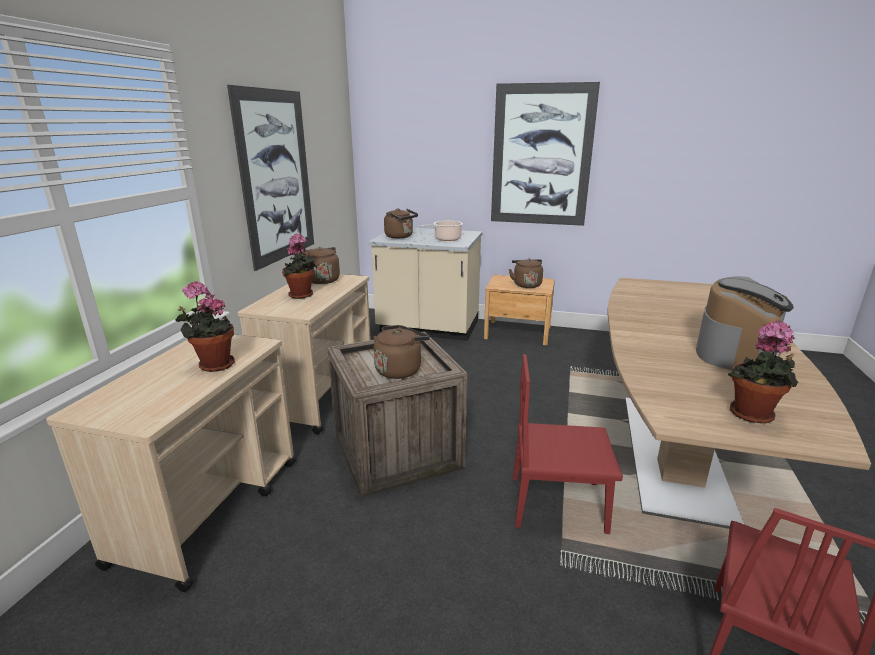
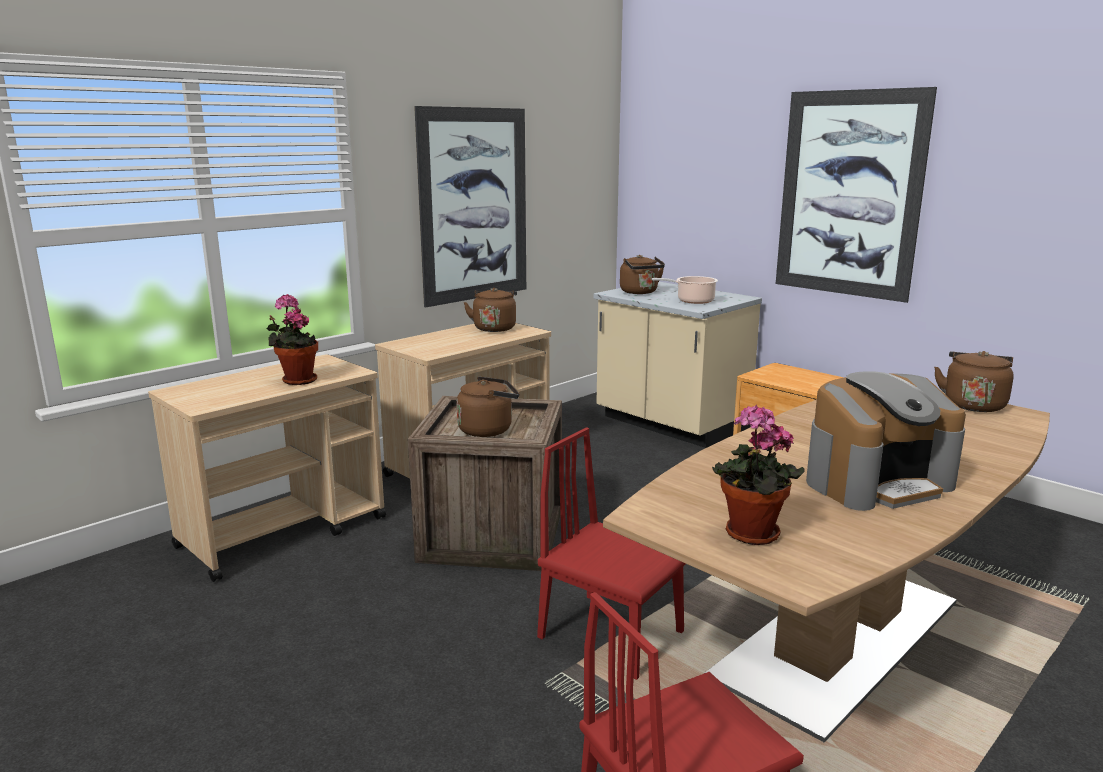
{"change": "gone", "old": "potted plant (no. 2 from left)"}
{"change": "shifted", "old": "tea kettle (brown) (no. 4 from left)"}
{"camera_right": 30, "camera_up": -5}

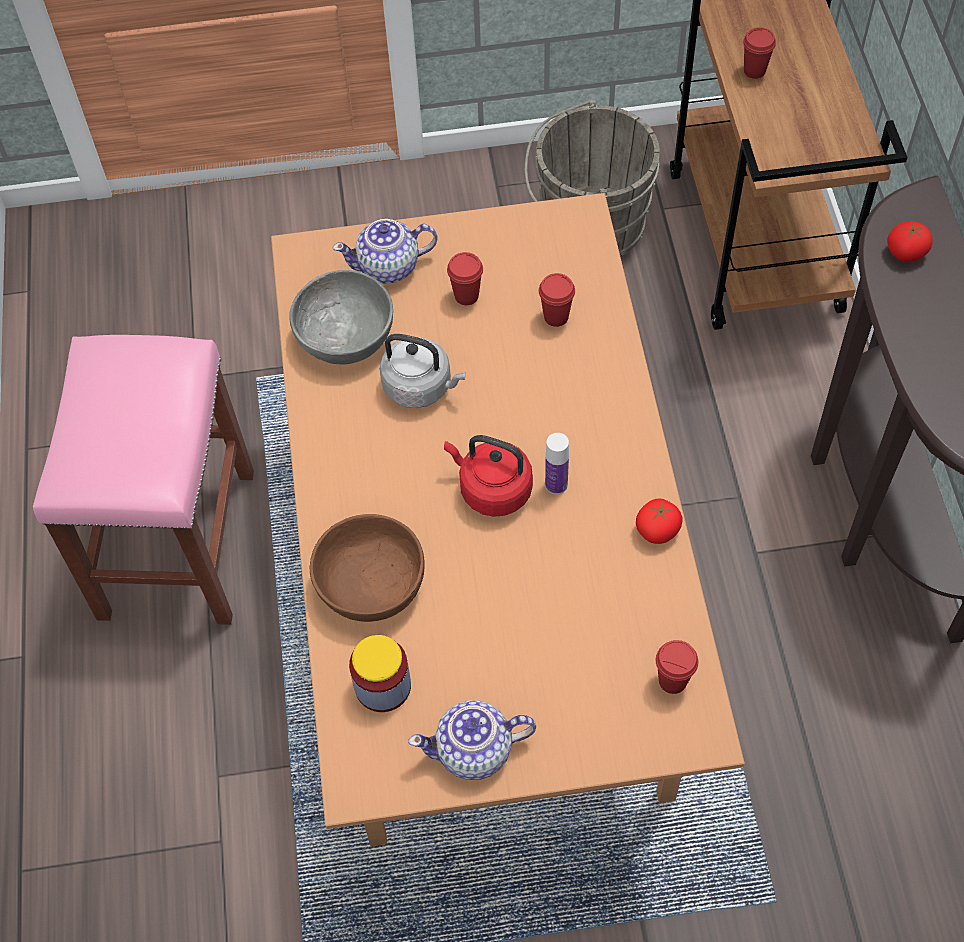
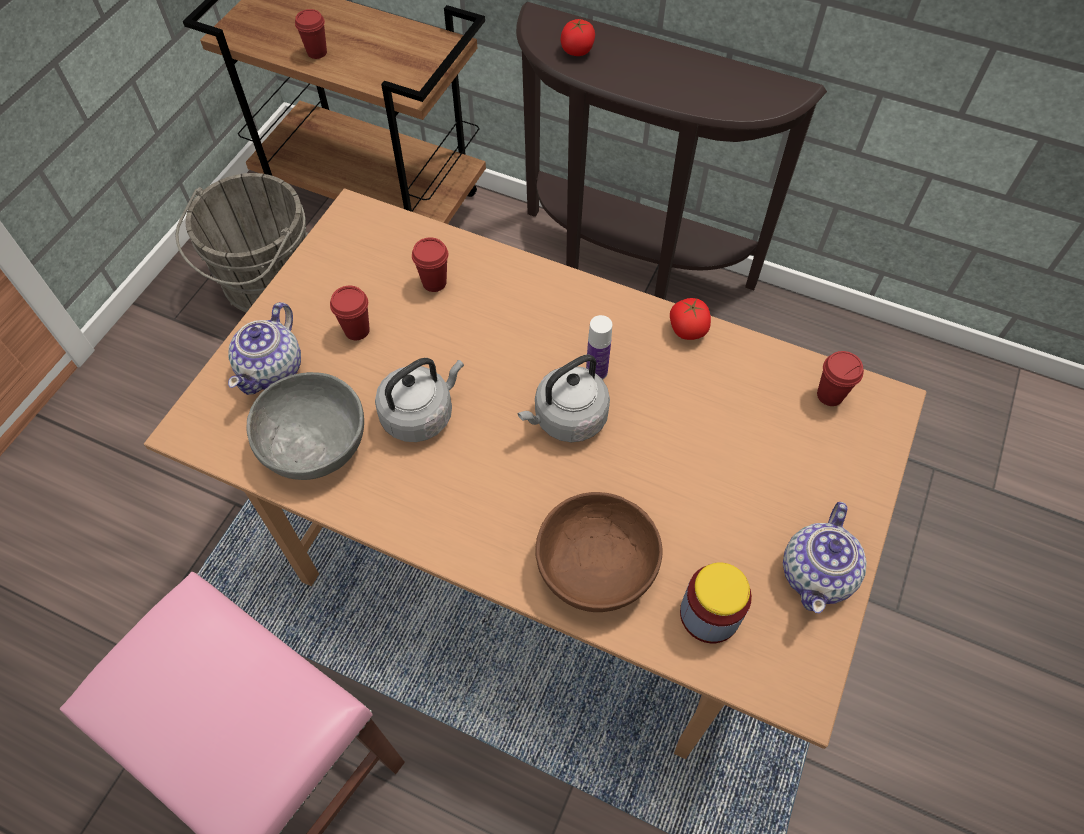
{"change": "repainted", "old": "tea kettle (red-coloured)", "new": "tea kettle (grey) (no. 2 from left)"}
{"camera_right": -60, "camera_up": 0}

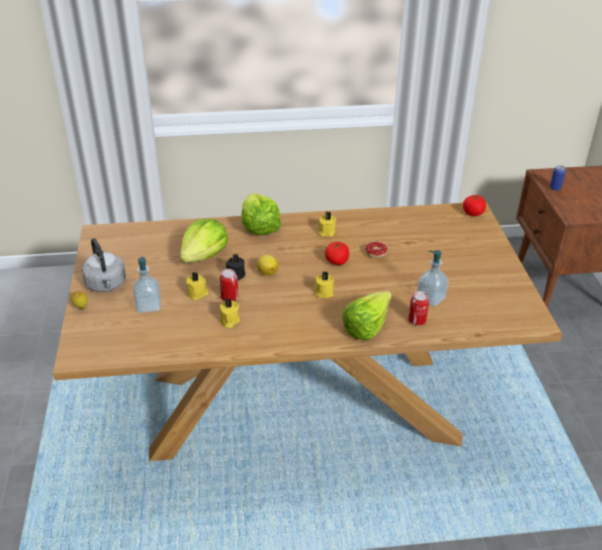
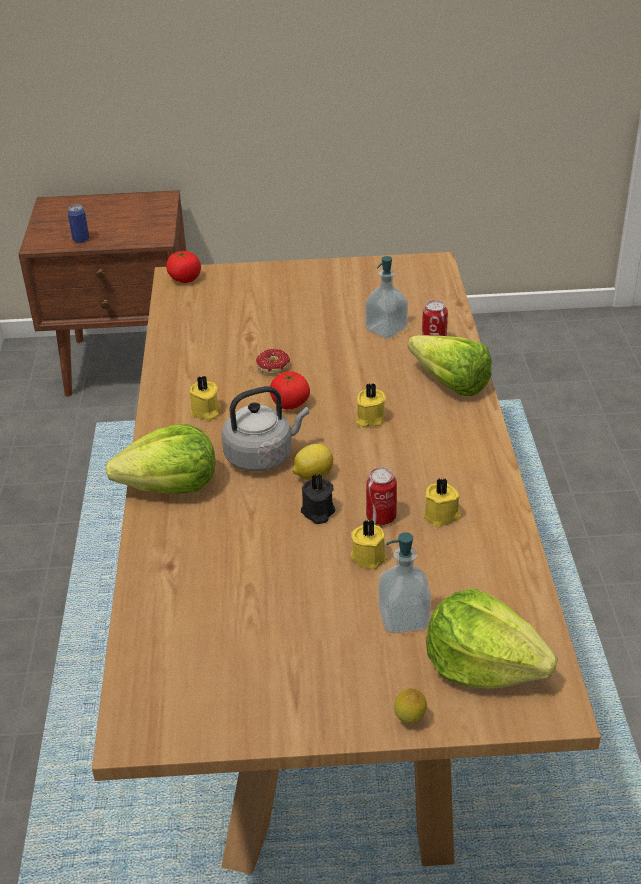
{"change": "shifted", "old": "tea kettle (grey)"}
{"change": "shifted", "old": "lettuce (no. 1 from left in the first image)", "new": "lettuce (no. 3 from left)"}
{"camera_right": -85, "camera_up": 0}

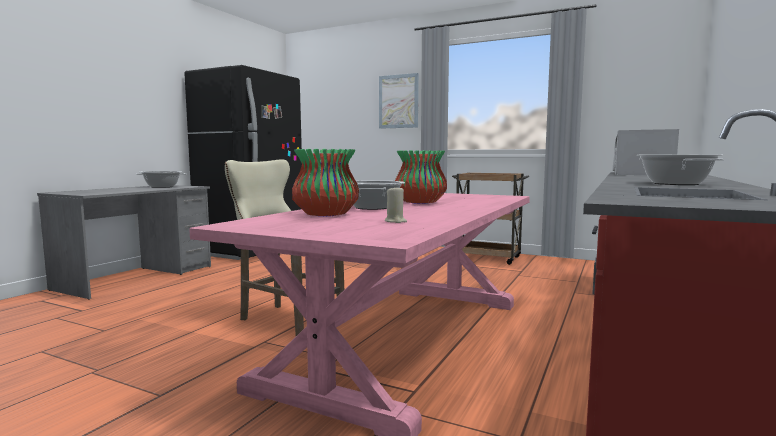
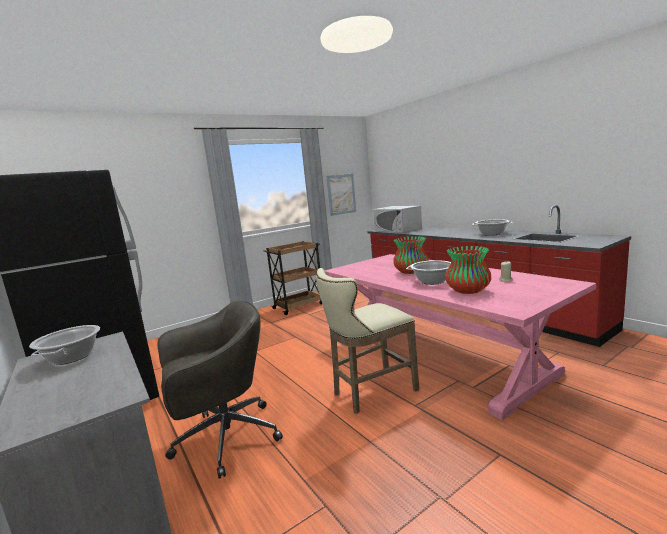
{"change": "new", "new": "office chair (grey)"}
{"change": "shifted", "old": "wall picture"}
{"camera_right": -60, "camera_up": 5}

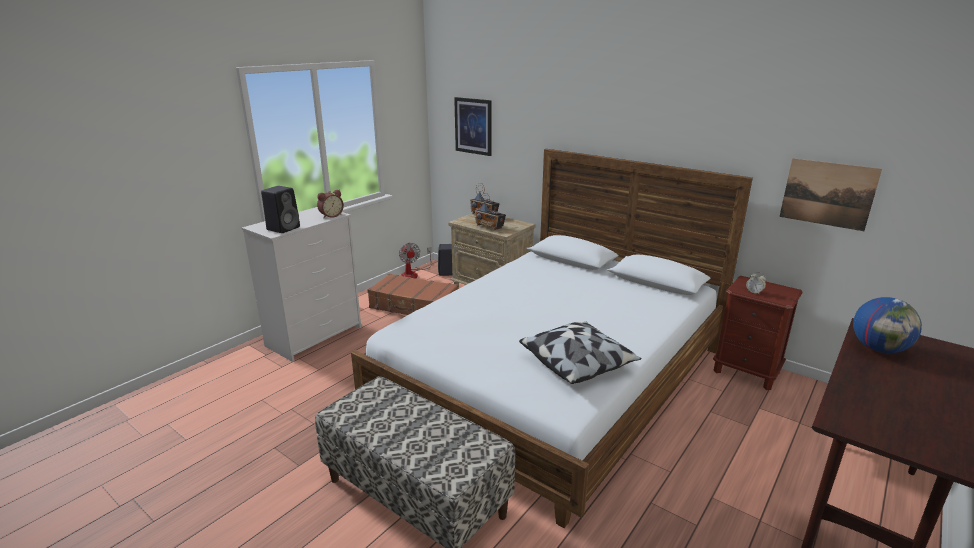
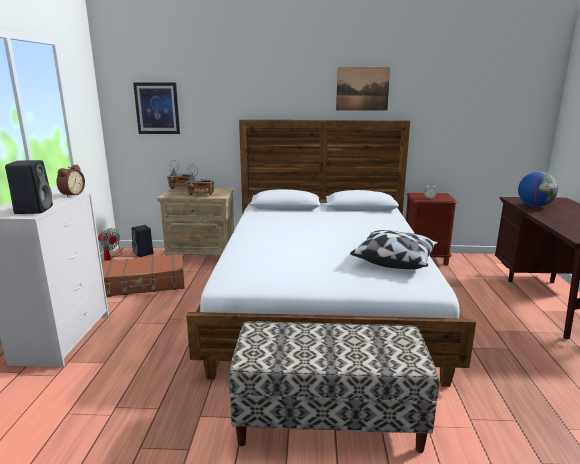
{"change": "shifted", "old": "wall picture (no. 2 from left)"}
{"camera_right": -35, "camera_up": -5}

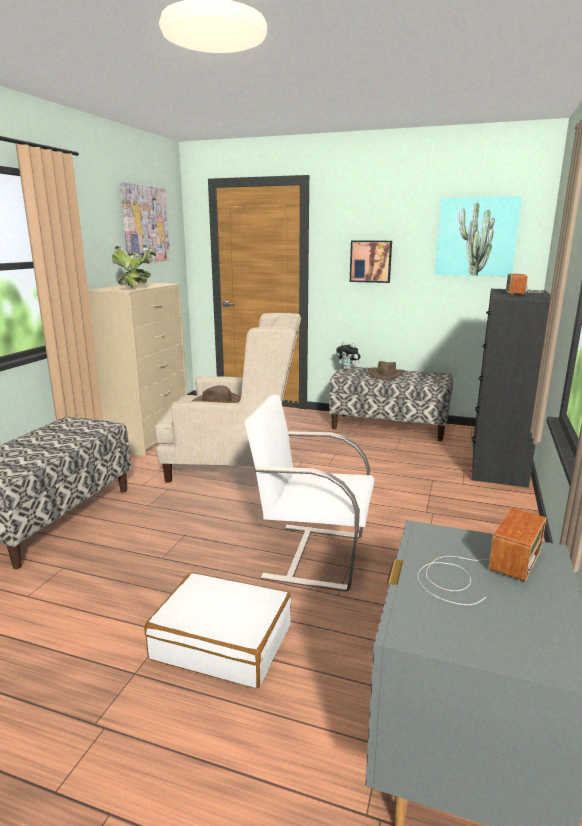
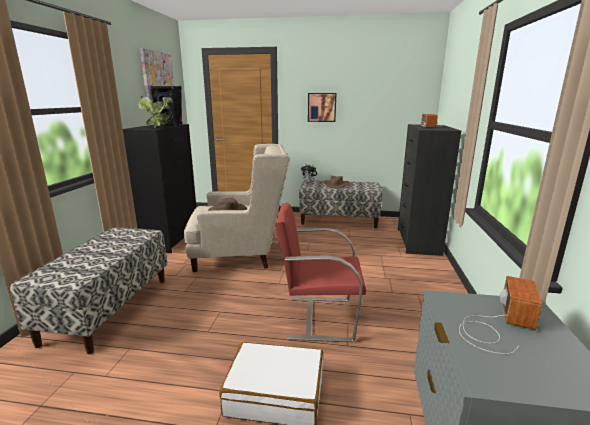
{"change": "gone", "old": "wall picture (no. 3 from left)"}
{"change": "new", "new": "loudspeaker (black)"}
{"change": "repainted", "old": "drawer chest (beige-coloured)", "new": "drawer chest (black) (no. 1 from left)"}
{"change": "repainted", "old": "upright chair (whitish)", "new": "upright chair (red-coloured)"}
{"camera_right": -10, "camera_up": 0}

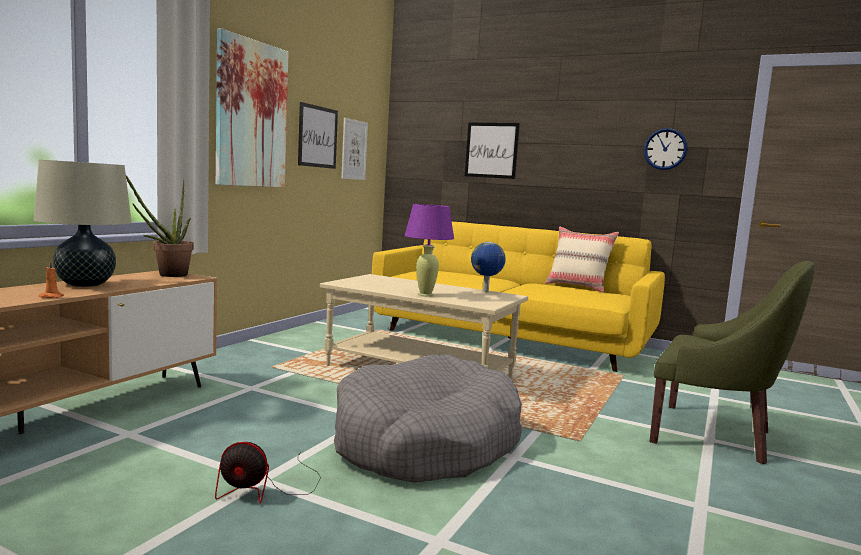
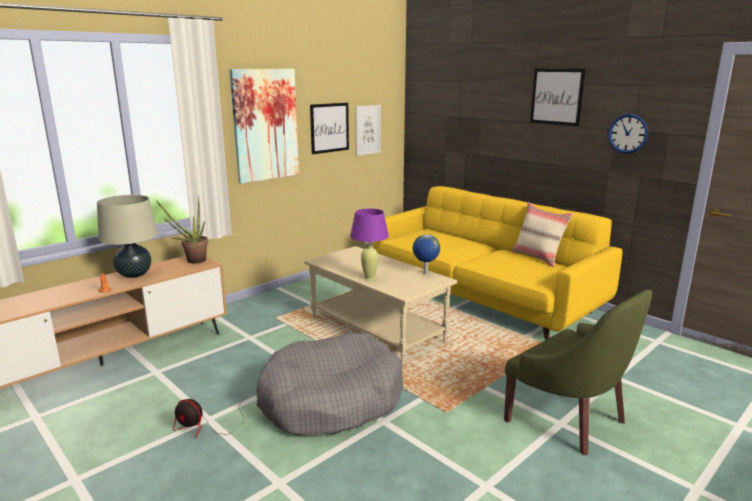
{"change": "shifted", "old": "wall picture (no. 4 from left)"}
{"camera_right": 20, "camera_up": 10}

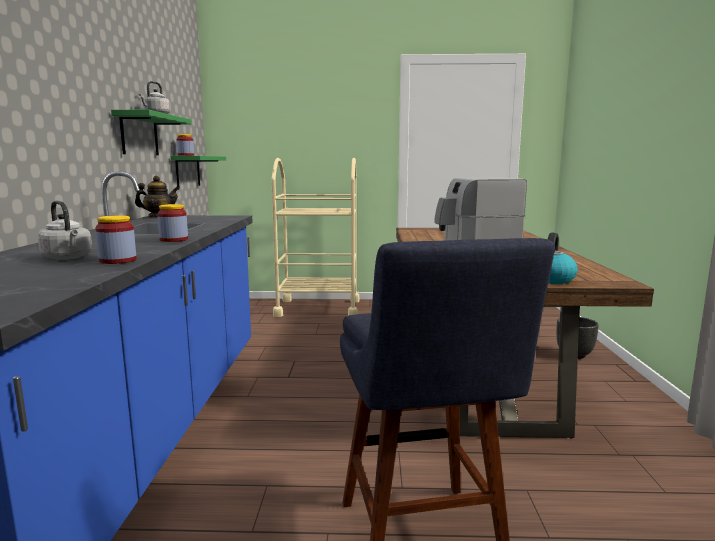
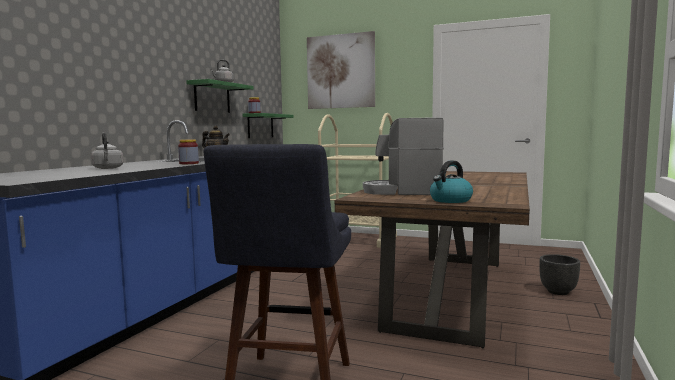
{"change": "gone", "old": "preserve jar (no. 1 from left)"}
{"change": "new", "new": "wall picture"}
{"camera_right": 20, "camera_up": -5}

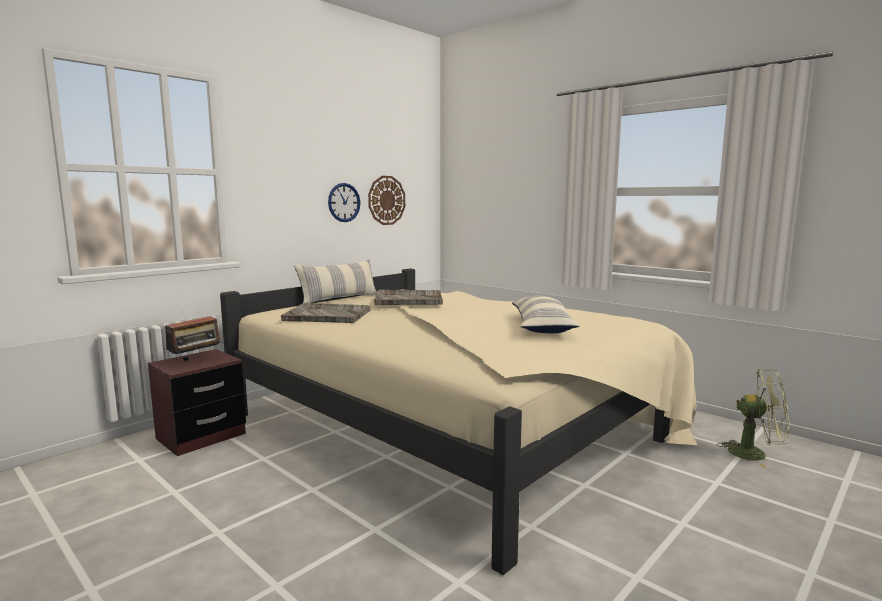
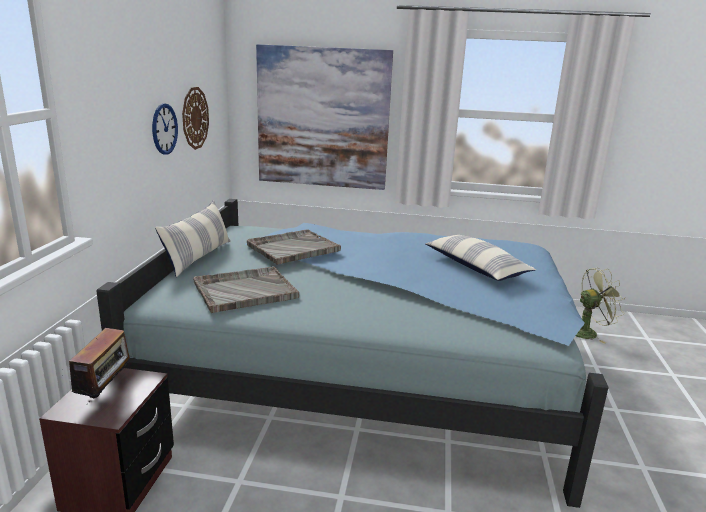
{"change": "new", "new": "wall picture"}
{"change": "repainted", "old": "bed (beige-coloured)", "new": "bed (bluish)"}
{"camera_right": -35, "camera_up": 10}

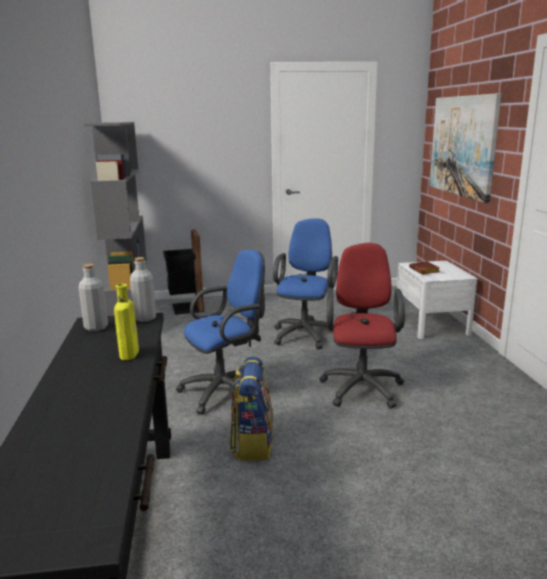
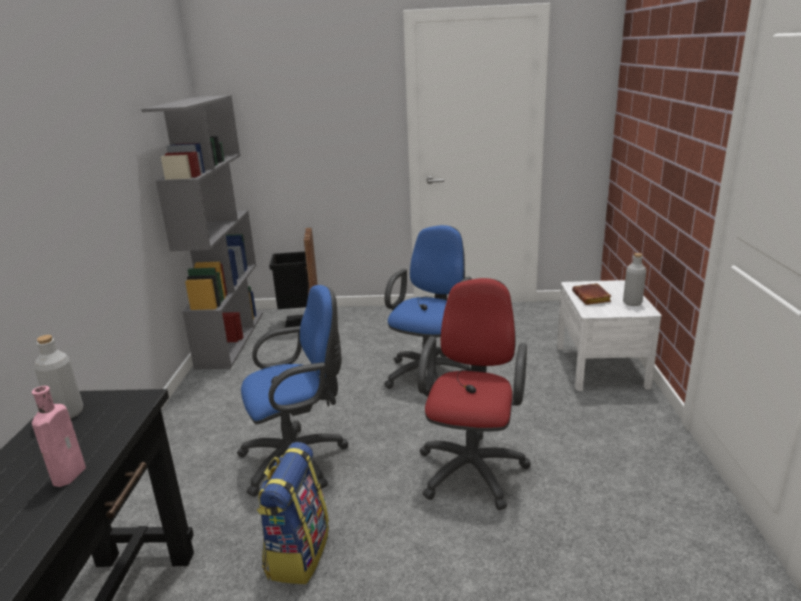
{"change": "gone", "old": "wall picture"}
{"change": "shifted", "old": "bottle (grey) (no. 2 from left)"}
{"change": "repainted", "old": "bottle (yellowish)", "new": "bottle (pink-coloured)"}
{"camera_right": 10, "camera_up": 5}

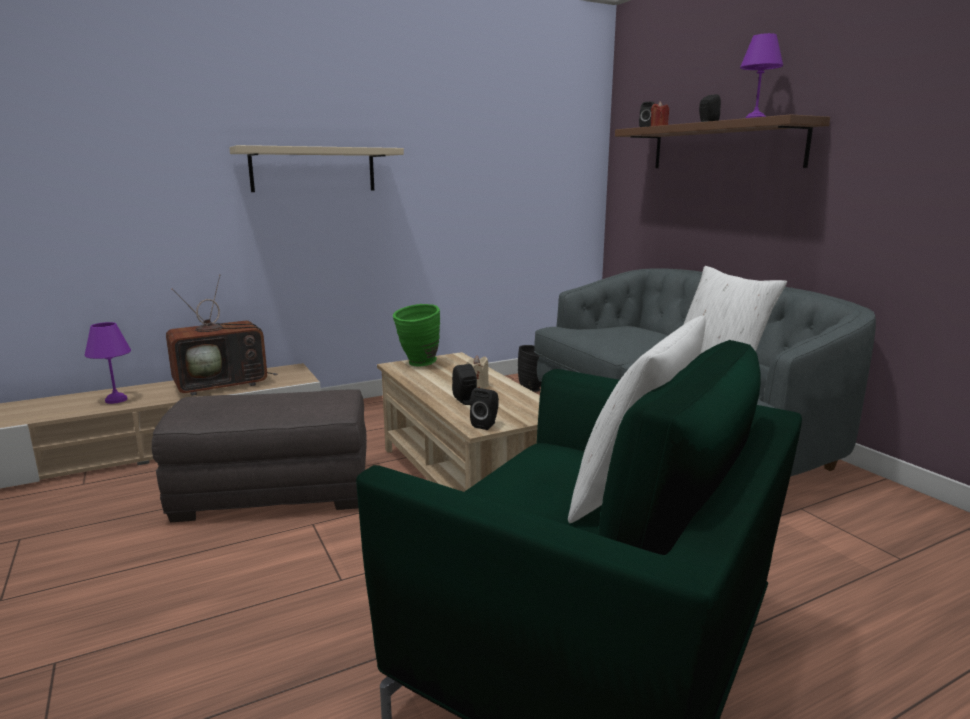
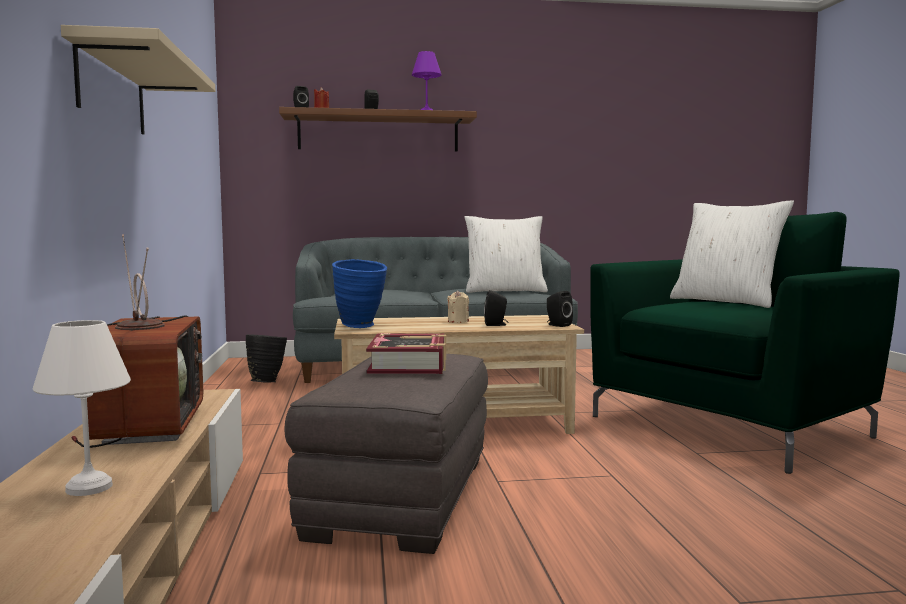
{"change": "new", "new": "volume"}
{"change": "repainted", "old": "lamp for a table (purple) (no. 1 from left)", "new": "lamp for a table (whitish)"}
{"change": "repainted", "old": "vase (green-coloured)", "new": "vase (bluish)"}
{"camera_right": -70, "camera_up": -10}

